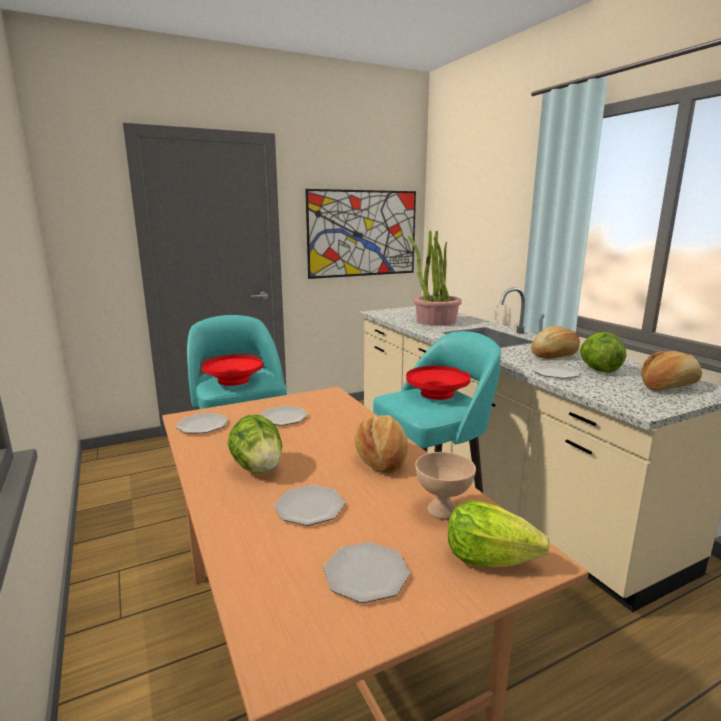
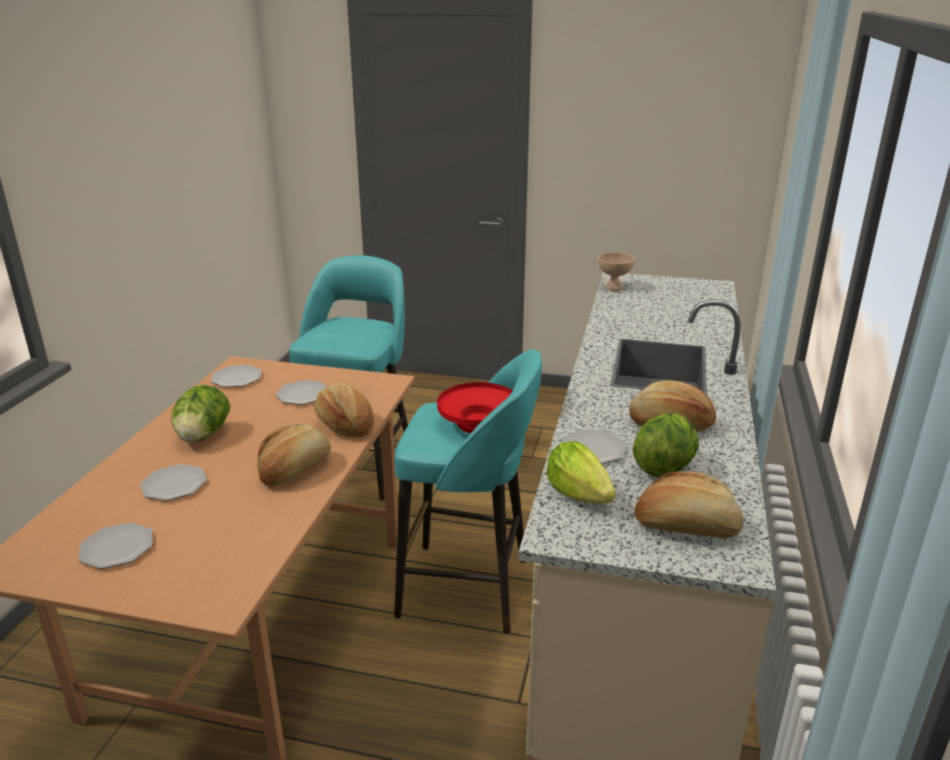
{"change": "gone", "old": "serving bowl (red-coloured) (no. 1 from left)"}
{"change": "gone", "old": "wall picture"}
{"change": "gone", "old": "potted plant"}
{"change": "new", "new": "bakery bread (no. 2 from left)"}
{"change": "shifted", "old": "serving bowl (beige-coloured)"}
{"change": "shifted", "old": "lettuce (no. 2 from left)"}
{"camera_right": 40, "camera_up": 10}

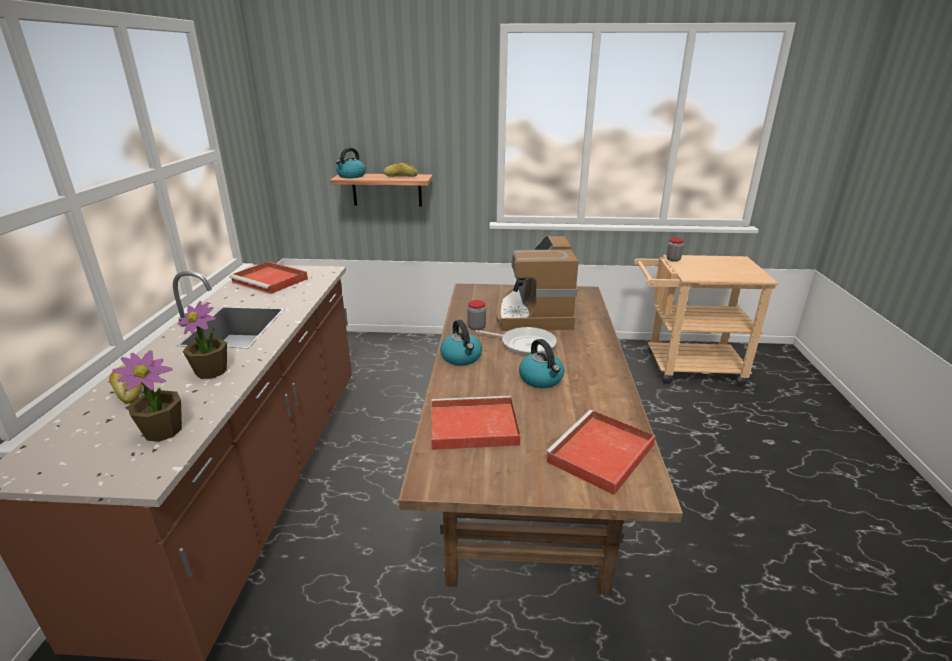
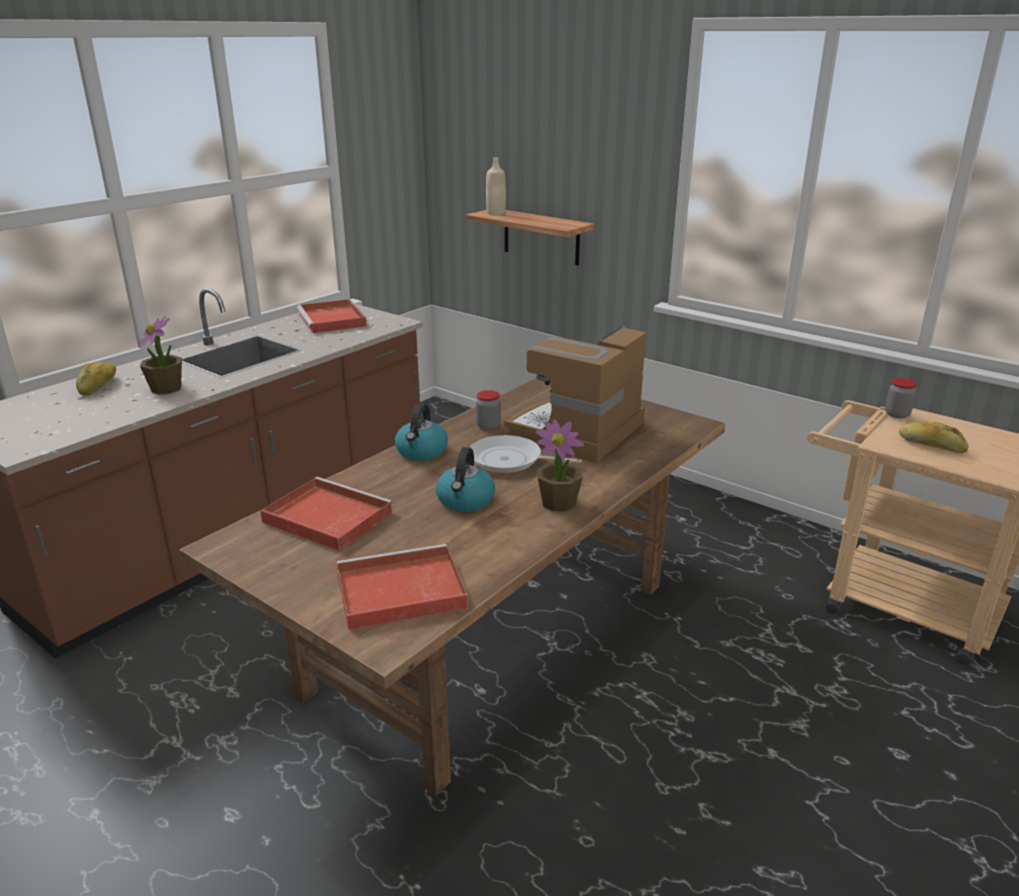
{"change": "shifted", "old": "potted plant (no. 1 from left in the first image)", "new": "potted plant (no. 2 from left)"}
{"change": "shifted", "old": "bakery bread (no. 2 from left)"}
{"change": "swapped", "old": "tea kettle (no. 1 from left)", "new": "bottle (beige-coloured)"}
{"change": "rotated", "old": "frying pan", "degrees": 135}
{"camera_right": 35, "camera_up": 0}

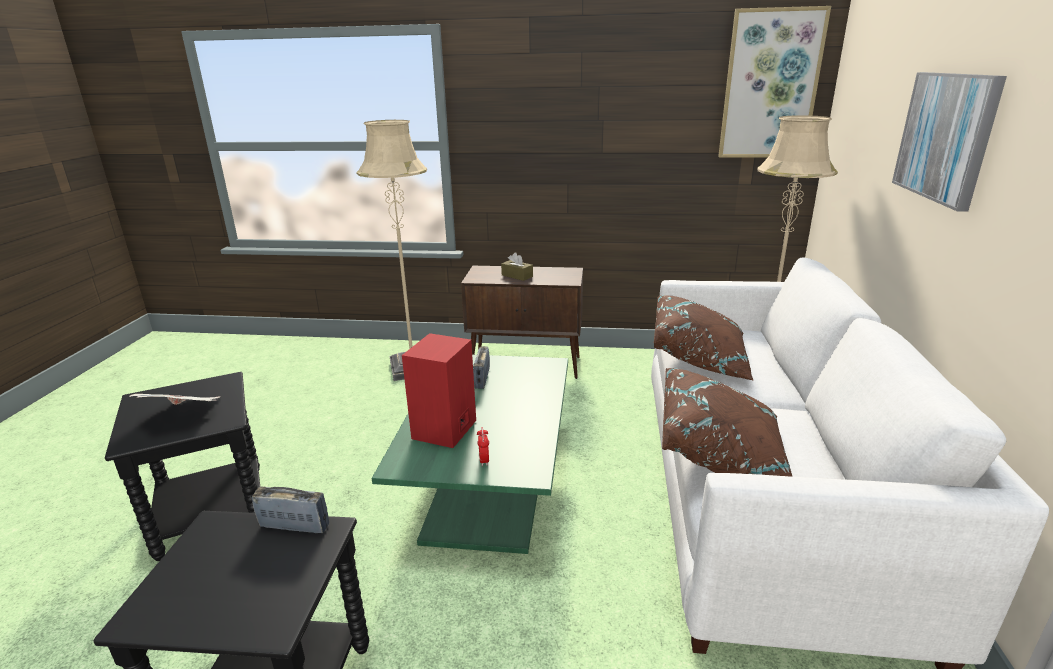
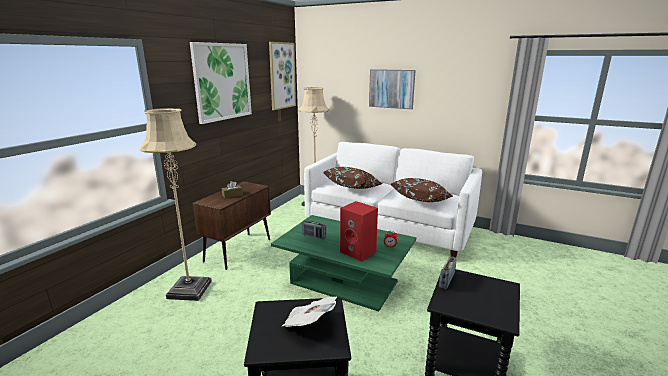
{"change": "new", "new": "wall picture (no. 1 from left)"}
{"camera_right": -70, "camera_up": -5}

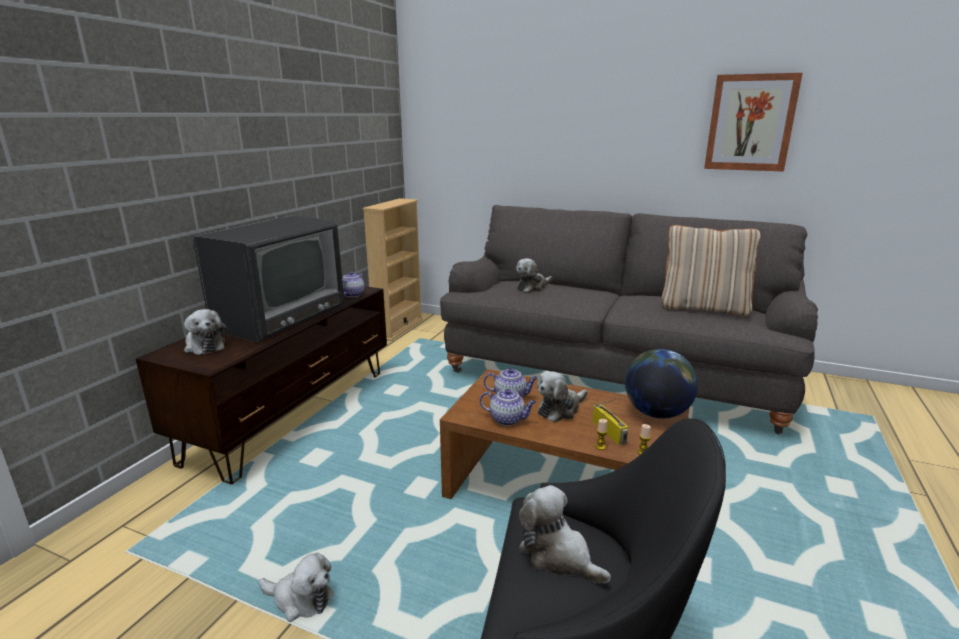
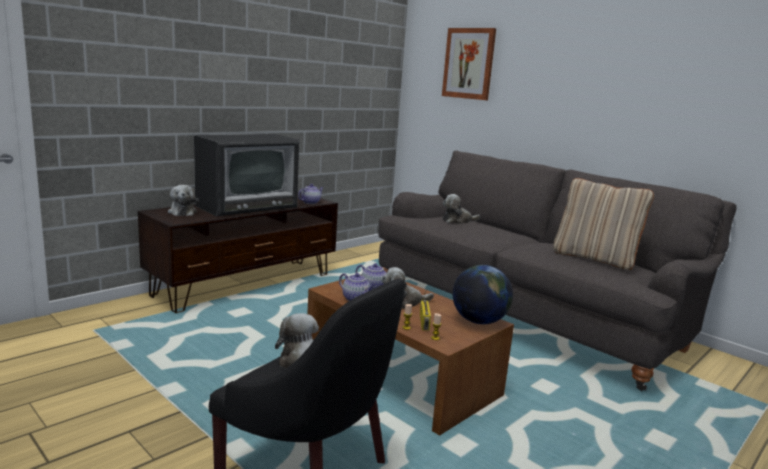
{"change": "gone", "old": "plush toy (no. 2 from left)"}
{"change": "gone", "old": "bookcase (beige-coloured)"}
{"change": "shifted", "old": "wall picture"}
{"camera_right": 20, "camera_up": -5}

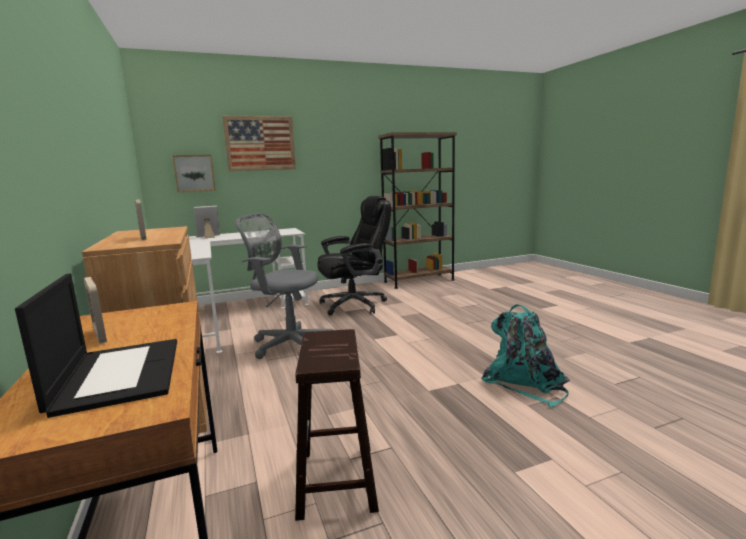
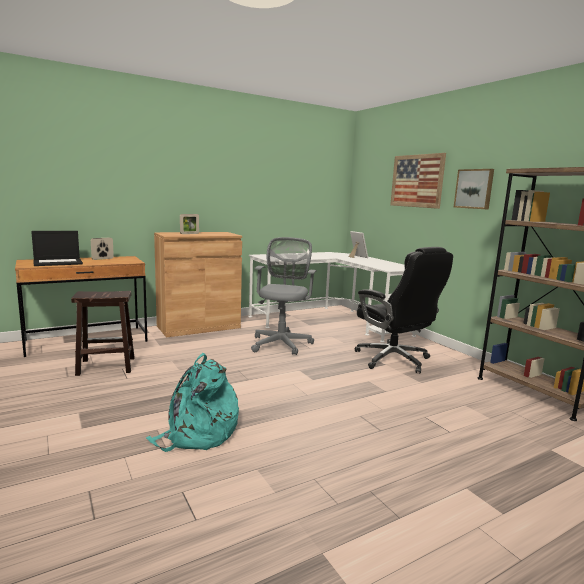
{"change": "shifted", "old": "wall picture (no. 1 from left in the first image)", "new": "wall picture (no. 2 from left)"}
{"camera_right": 80, "camera_up": 0}

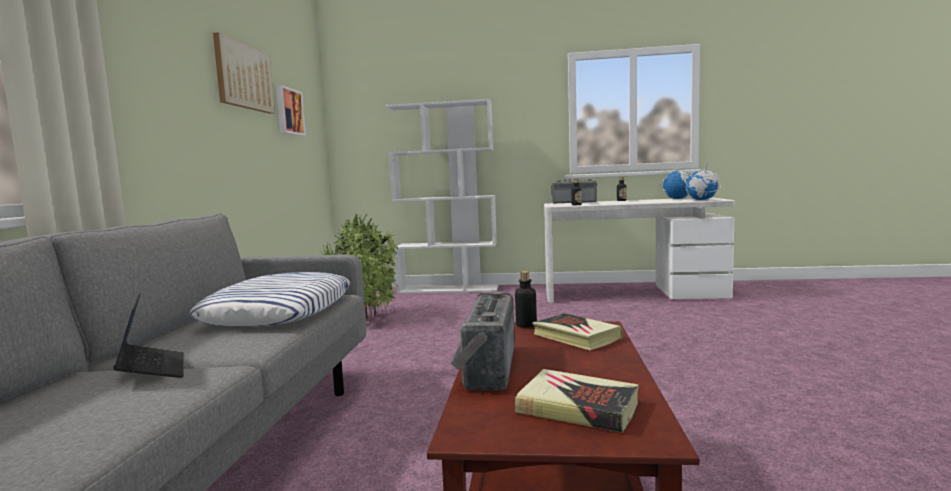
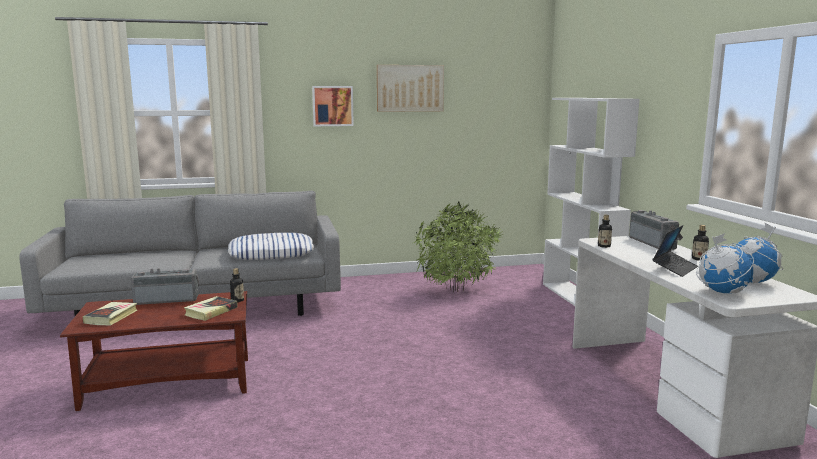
{"change": "shifted", "old": "notebook computer"}
{"change": "shifted", "old": "wall picture (no. 2 from left in the first image)", "new": "wall picture (no. 1 from left)"}
{"camera_right": 70, "camera_up": 5}

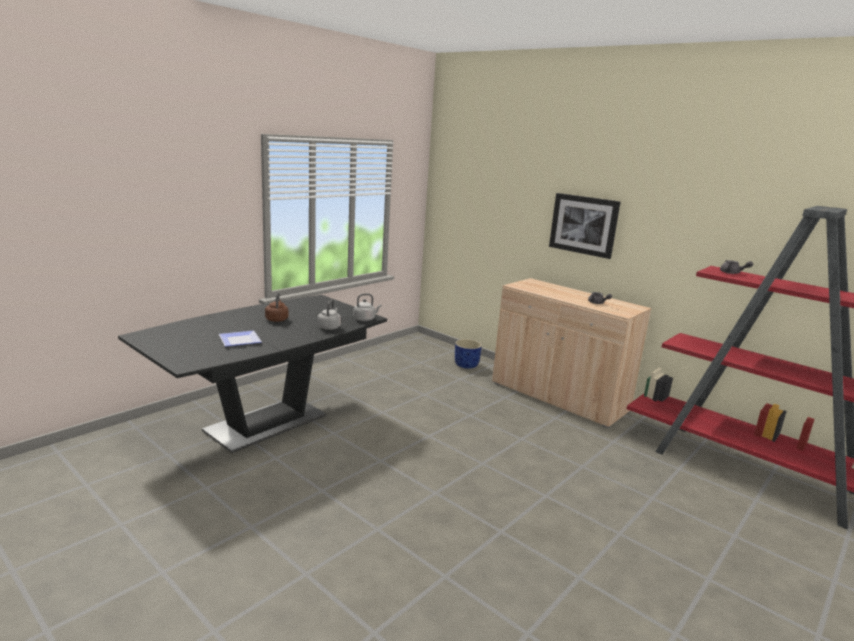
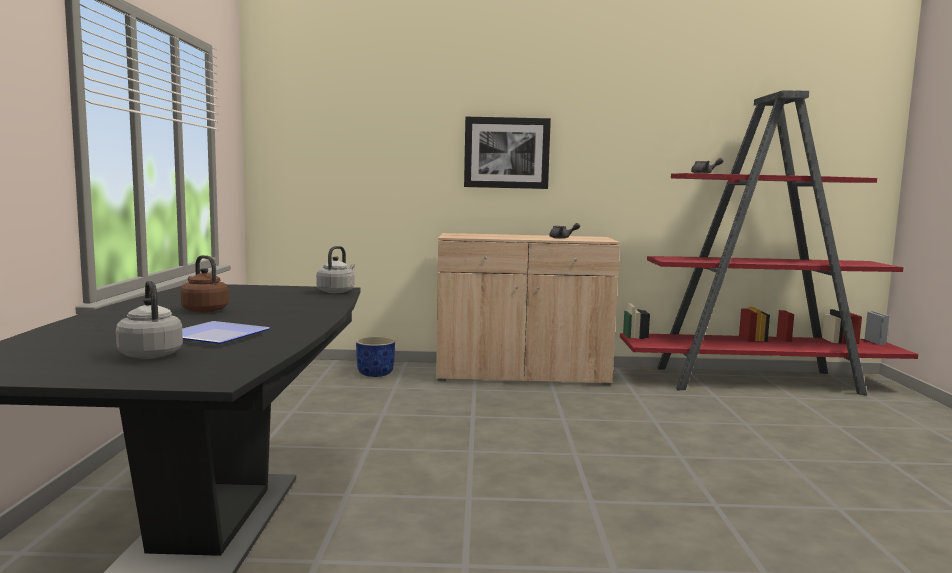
{"change": "shifted", "old": "tea kettle (grey) (no. 1 from left)"}
{"camera_right": -40, "camera_up": -10}

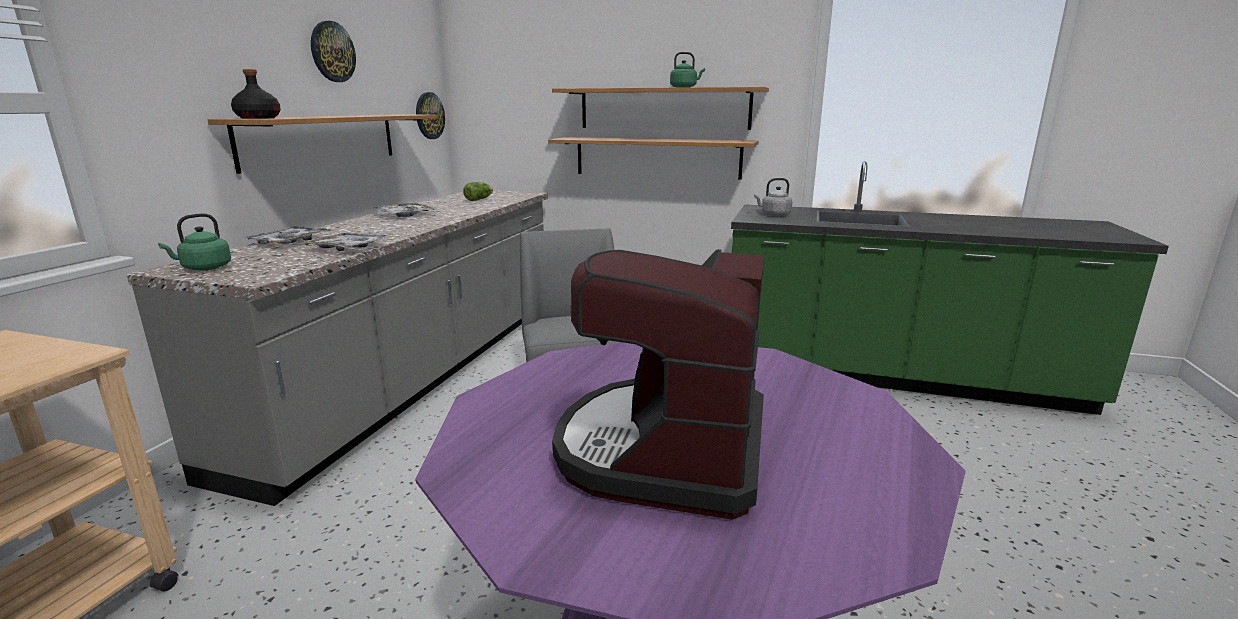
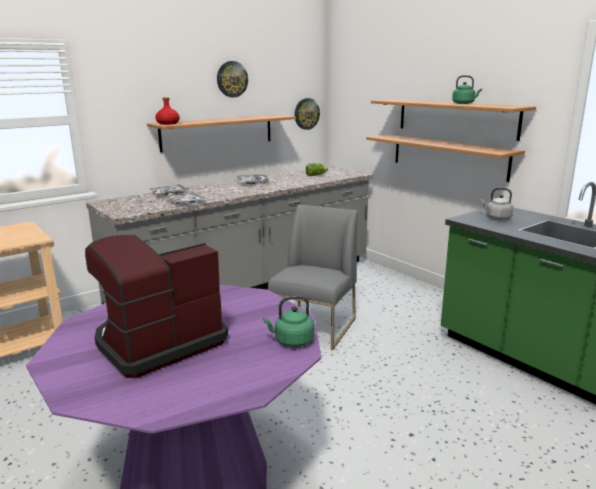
{"change": "shifted", "old": "tea kettle (green-coloured) (no. 1 from left)"}
{"change": "repainted", "old": "bottle (black)", "new": "bottle (red-coloured)"}
{"camera_right": 35, "camera_up": 0}

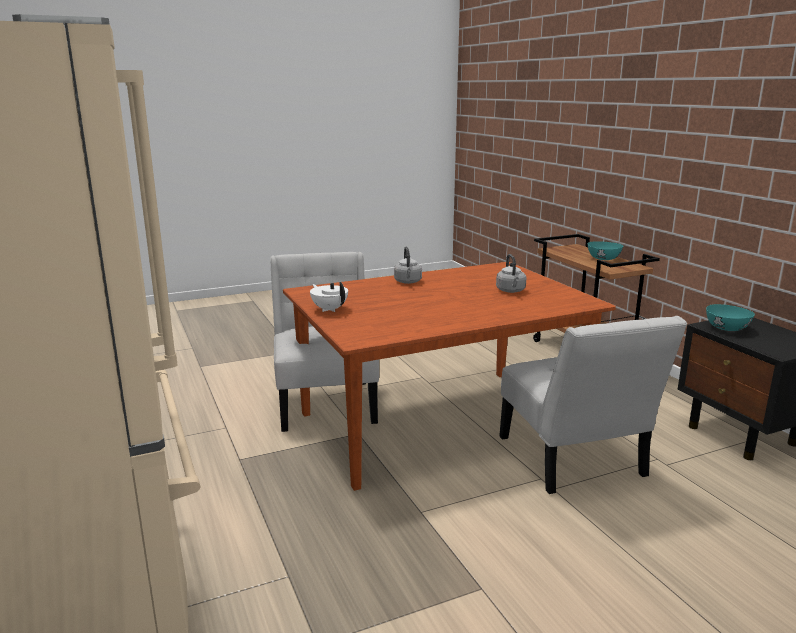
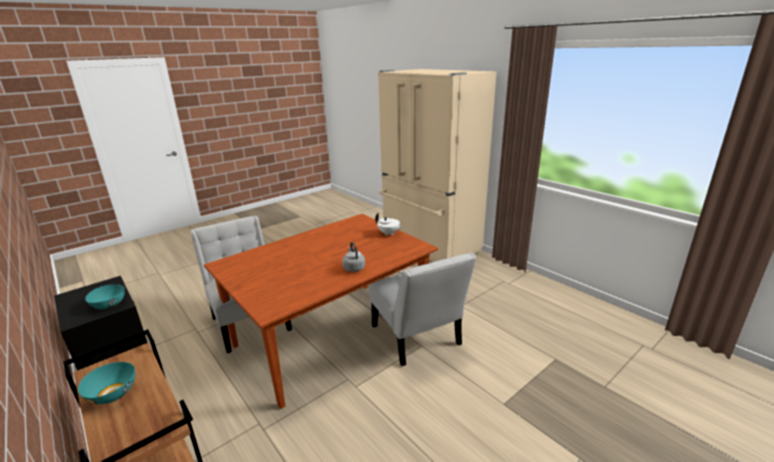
{"change": "gone", "old": "tea kettle (grey) (no. 2 from left)"}
{"camera_right": 165, "camera_up": 5}

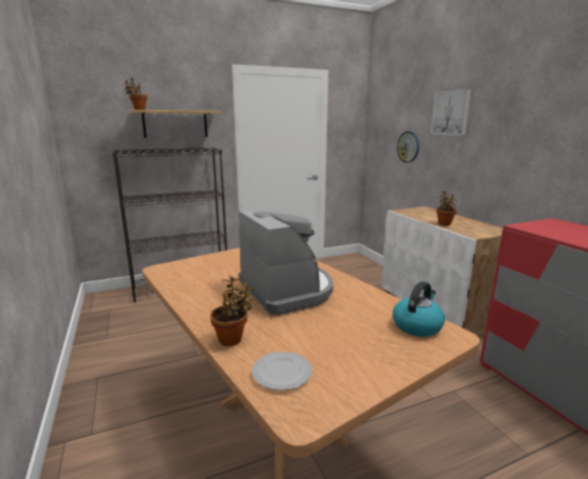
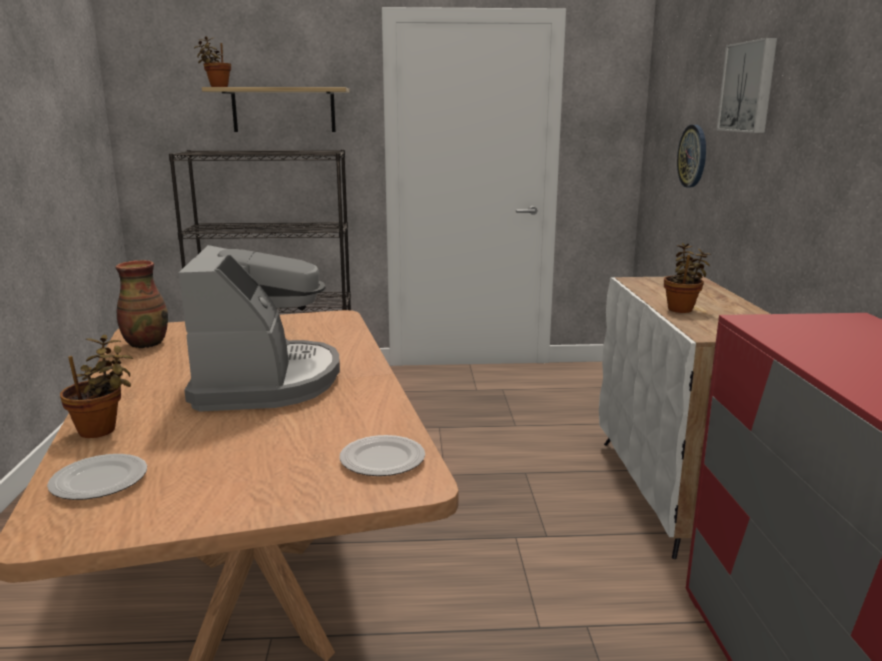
{"change": "new", "new": "vase"}
{"change": "swapped", "old": "tea kettle", "new": "flat dish (no. 2 from left)"}
{"camera_right": 20, "camera_up": 0}

